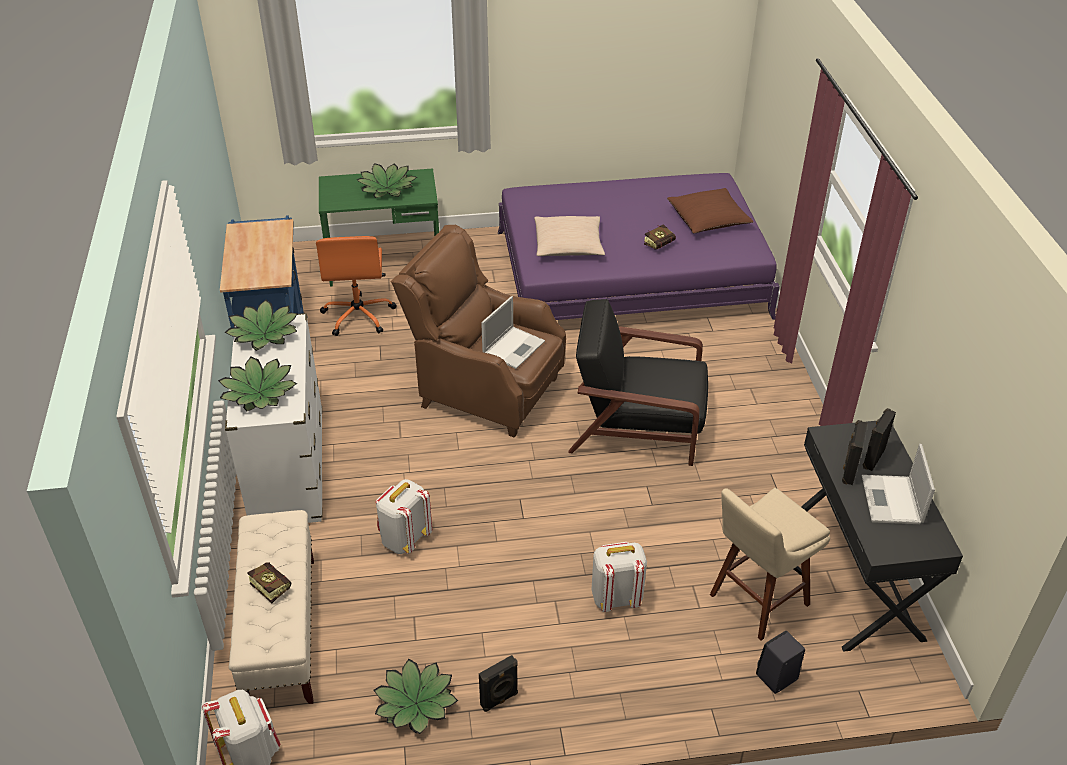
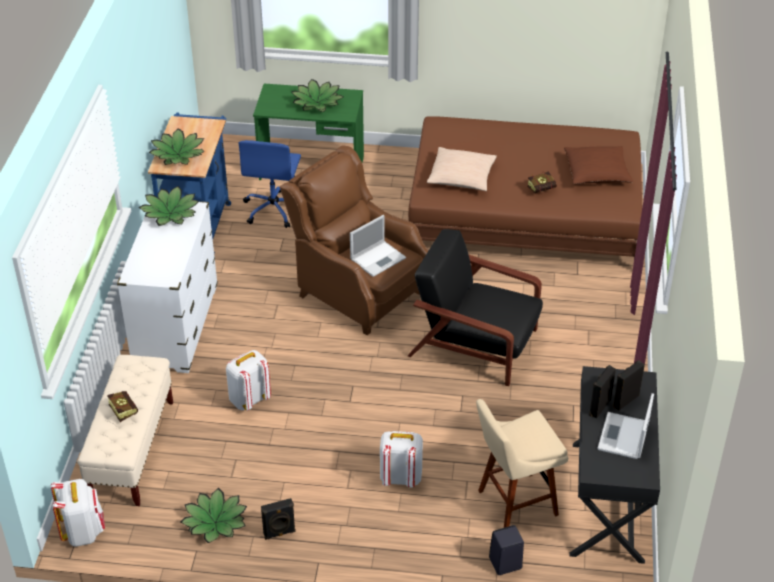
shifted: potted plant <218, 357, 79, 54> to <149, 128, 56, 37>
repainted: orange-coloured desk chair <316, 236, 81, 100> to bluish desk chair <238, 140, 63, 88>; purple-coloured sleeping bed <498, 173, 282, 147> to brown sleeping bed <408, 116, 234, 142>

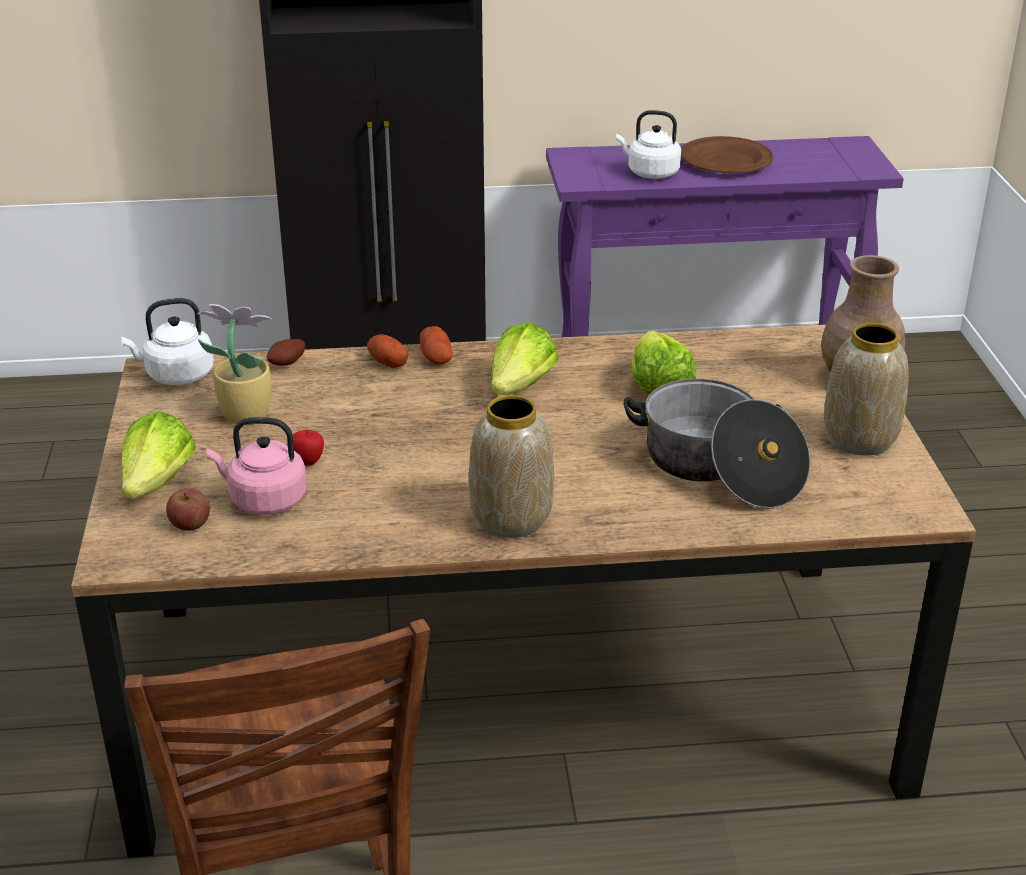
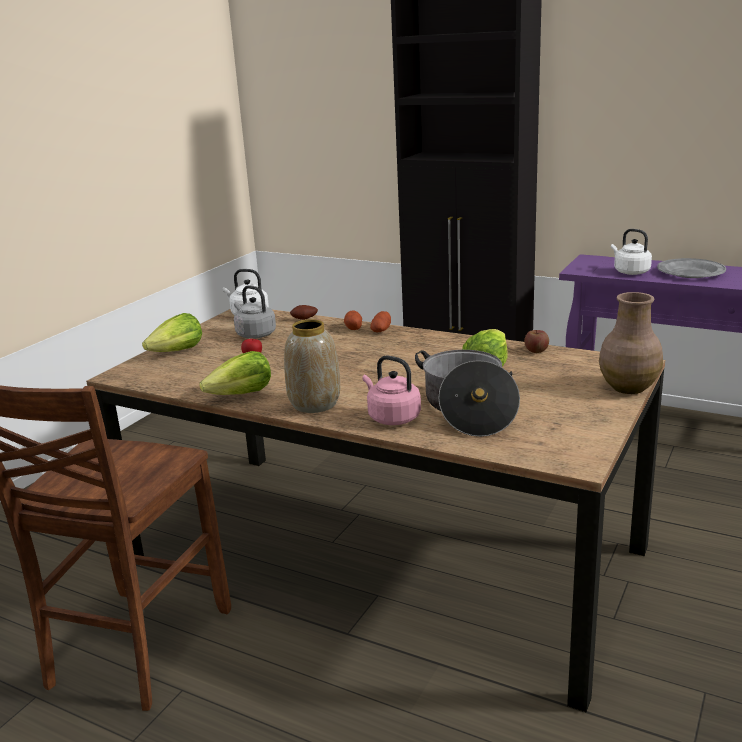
gone: vase <824, 323, 85, 133>
shifted: apple fruit <166, 488, 44, 43> to <524, 330, 25, 23>; pinkish tea kettle <206, 417, 101, 98> to <363, 355, 58, 70>; head of lettuce <491, 322, 68, 73> to <199, 351, 72, 44>
swapped: potted plant <197, 304, 75, 120> to greyish tea kettle <234, 285, 42, 54>
repainted: brown dinner plate <681, 136, 92, 37> to greyish dinner plate <657, 258, 69, 20>

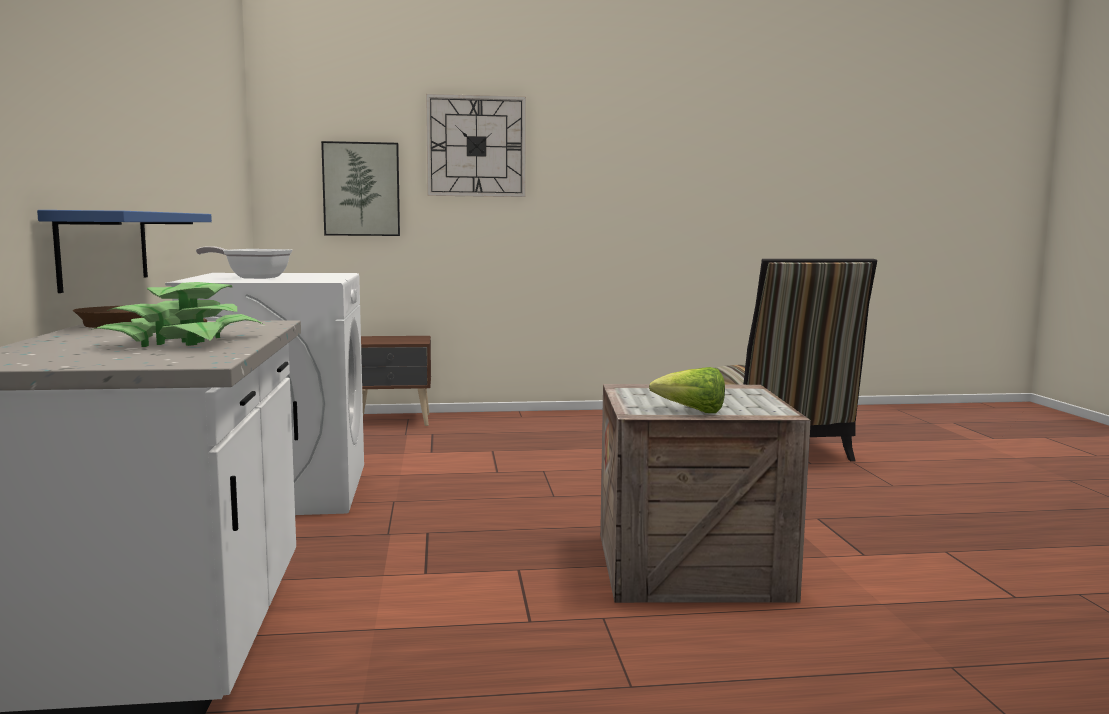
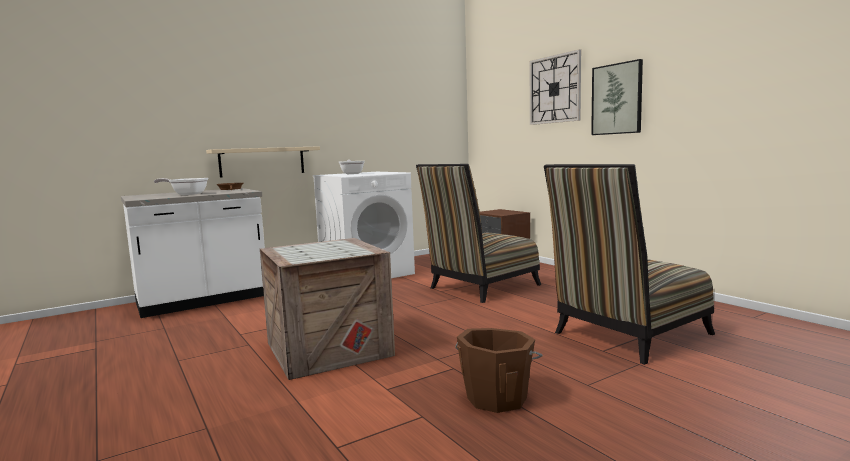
gone: head of lettuce <649, 367, 76, 46>
new: chair <416, 164, 125, 139>; brown pail <455, 328, 88, 85>
shifted: wall art <321, 141, 79, 95> to <591, 59, 52, 76>
swapped: potted plant <91, 282, 173, 65> to pan <154, 178, 54, 17>
repainted: bluish shelf <37, 210, 175, 83> to beige shelf <206, 146, 114, 31>

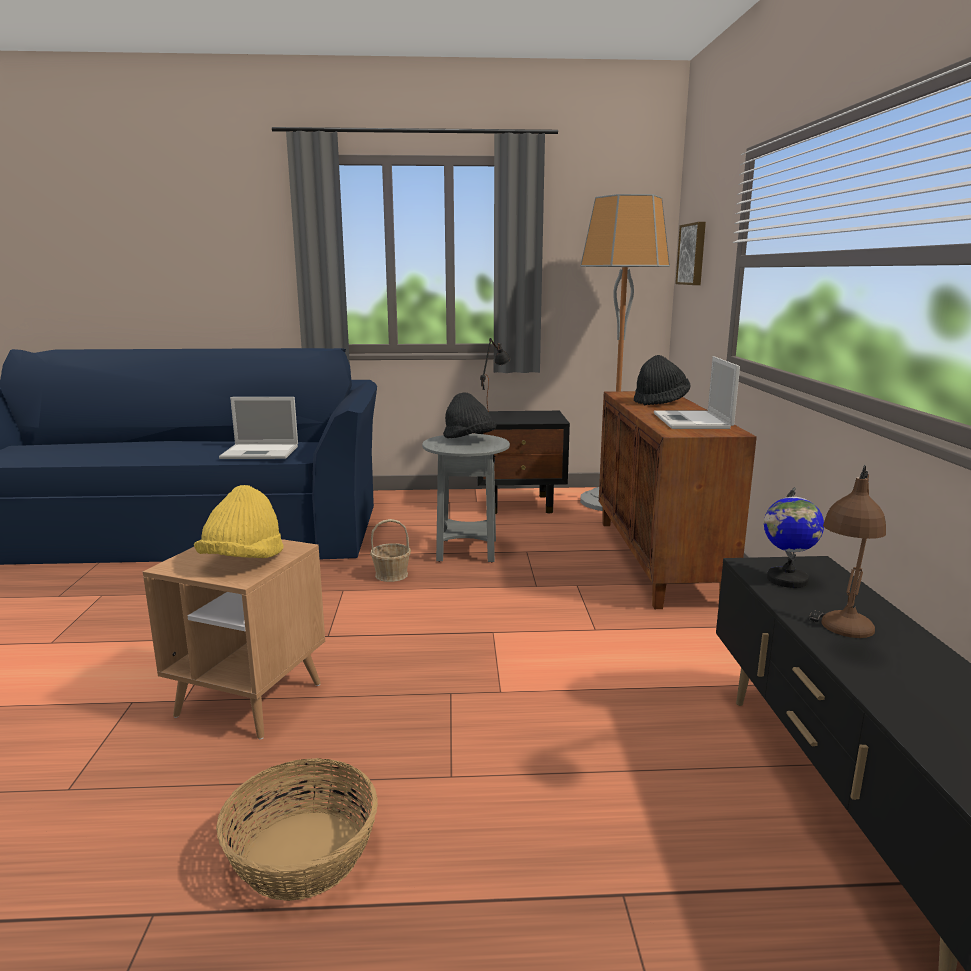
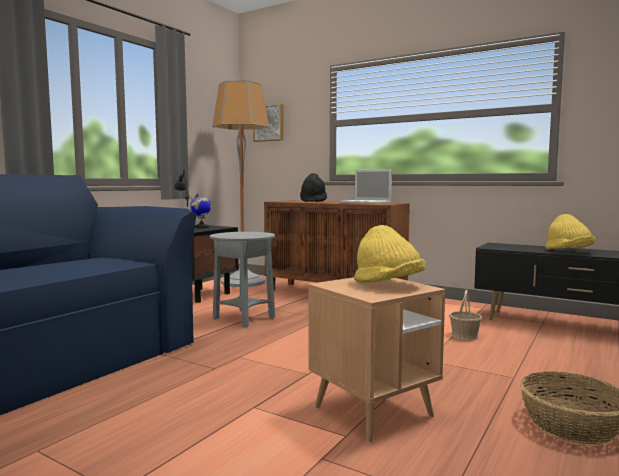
gone: laptop <219, 397, 79, 62>; black wearable hat <443, 392, 54, 46>
shifted: basket <370, 519, 41, 63> to <449, 290, 33, 50>; globe <764, 487, 60, 101> to <190, 193, 21, 35>
swapped: brown lamp for a table <809, 465, 77, 173> to yellow wearable hat <545, 214, 51, 35>

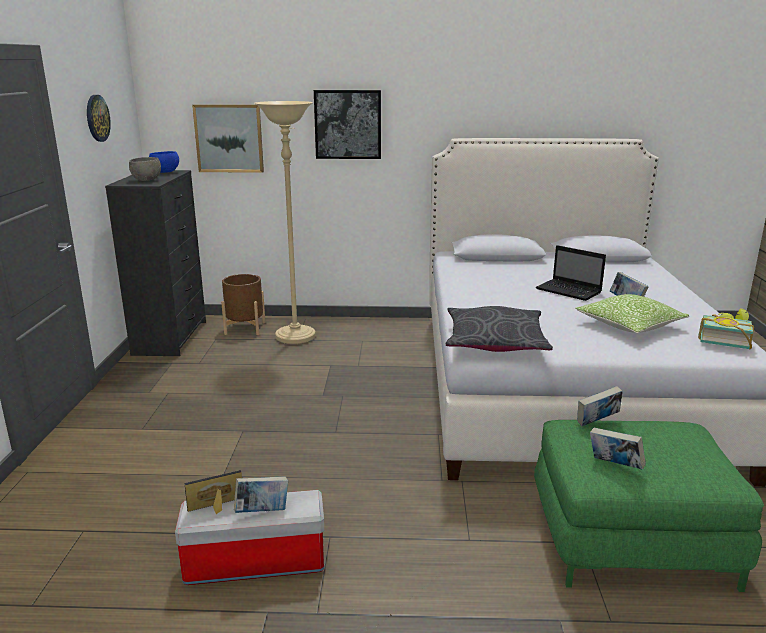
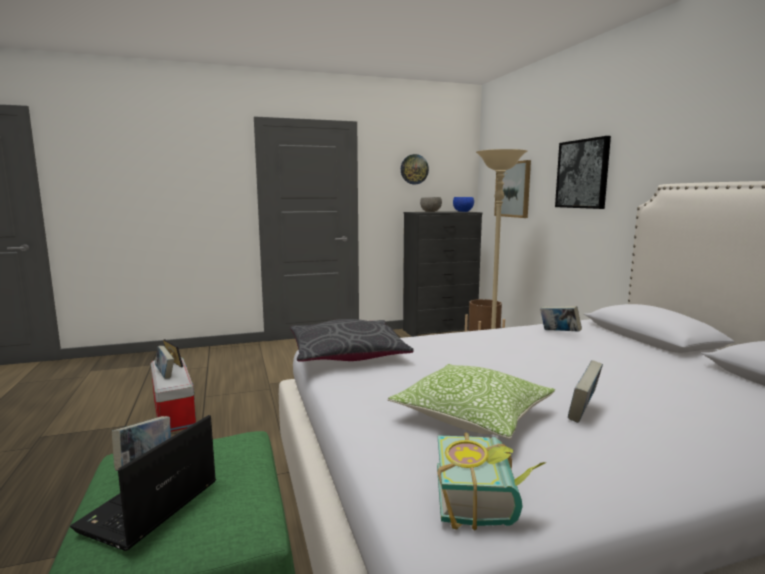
shifted: laptop <536, 245, 70, 56> to <70, 415, 146, 136>; bound book <577, 386, 46, 40> to <540, 306, 42, 26>

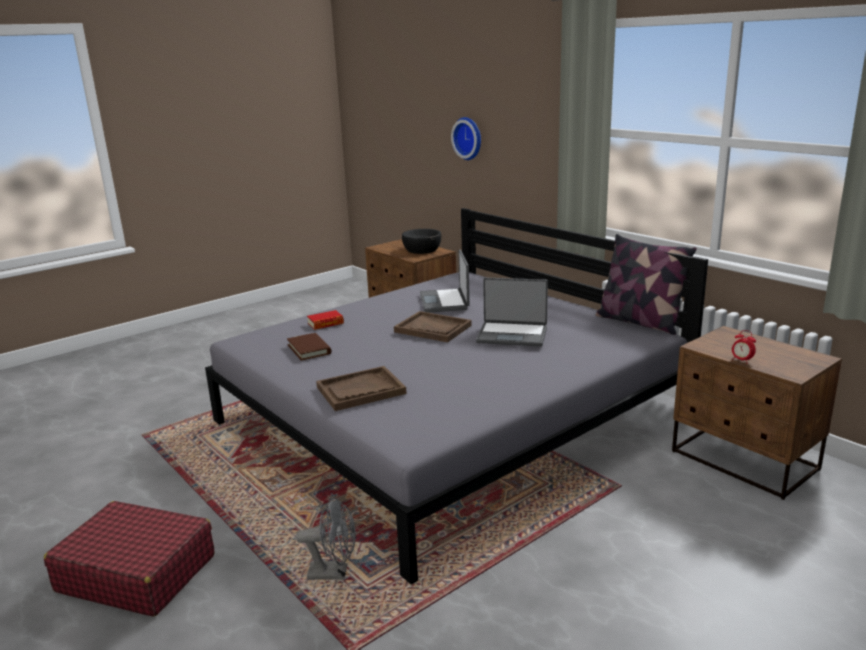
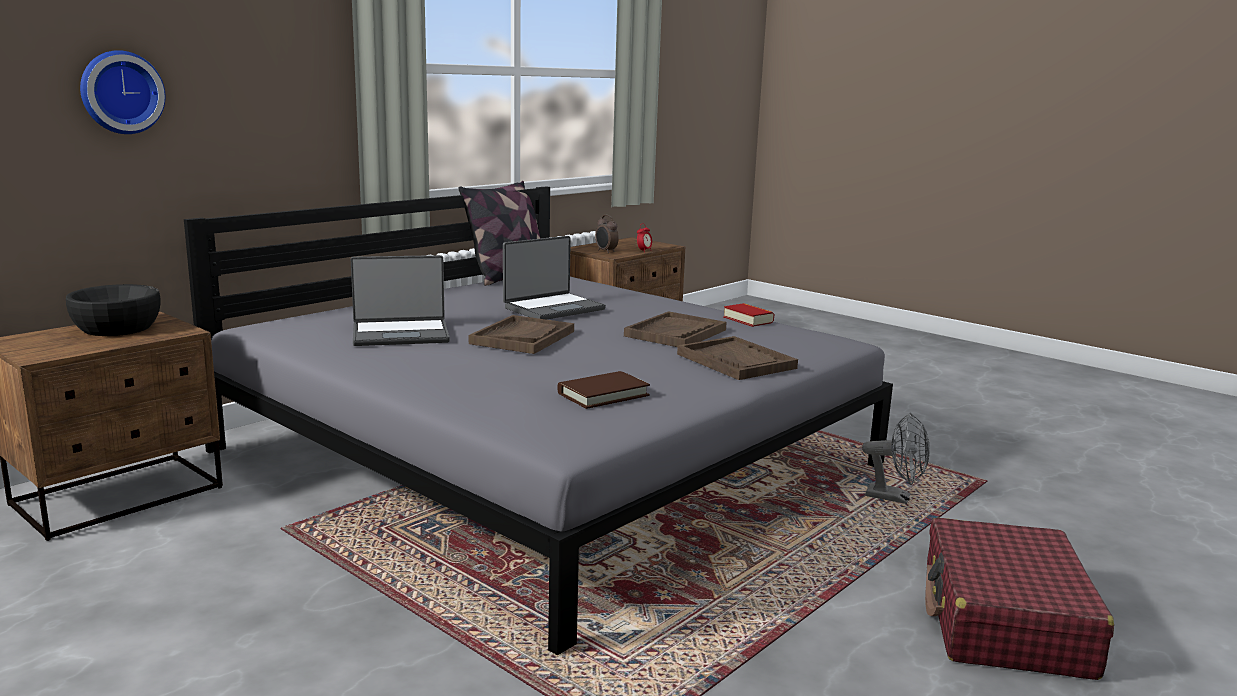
new: alarm clock <595, 215, 24, 38>; brown serving tray <624, 311, 103, 36>
shifted: bound book <307, 310, 37, 20> to <723, 303, 51, 24>
rotated: greyish fan <296, 498, 60, 81> = <862, 413, 68, 91> 120 degrees clockwise; laptop <476, 278, 72, 69> = <503, 236, 103, 84> 45 degrees clockwise

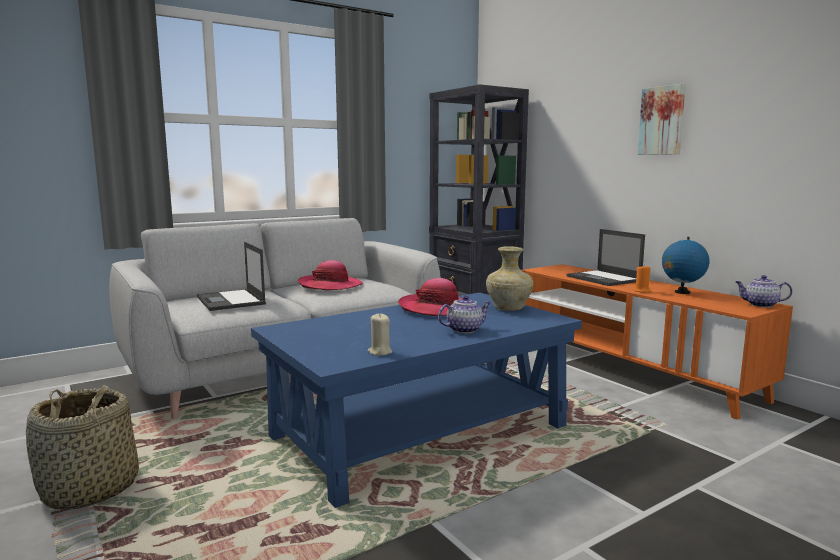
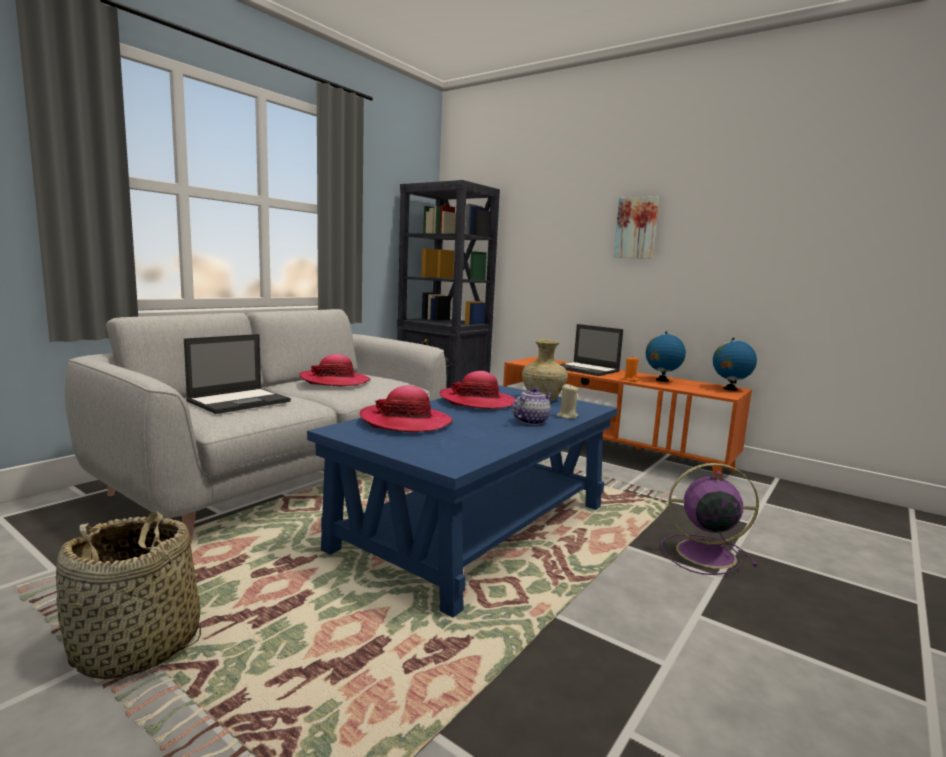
new: wearable hat <359, 385, 94, 48>; purple-coloured fan <662, 463, 97, 112>
shifted: beige wax light <367, 313, 25, 43> to <557, 384, 22, 35>
swapped: tea pot <735, 275, 57, 32> to globe <713, 338, 44, 53>
rotated: laptop <197, 242, 69, 69> = <184, 334, 107, 80> 90 degrees counterclockwise

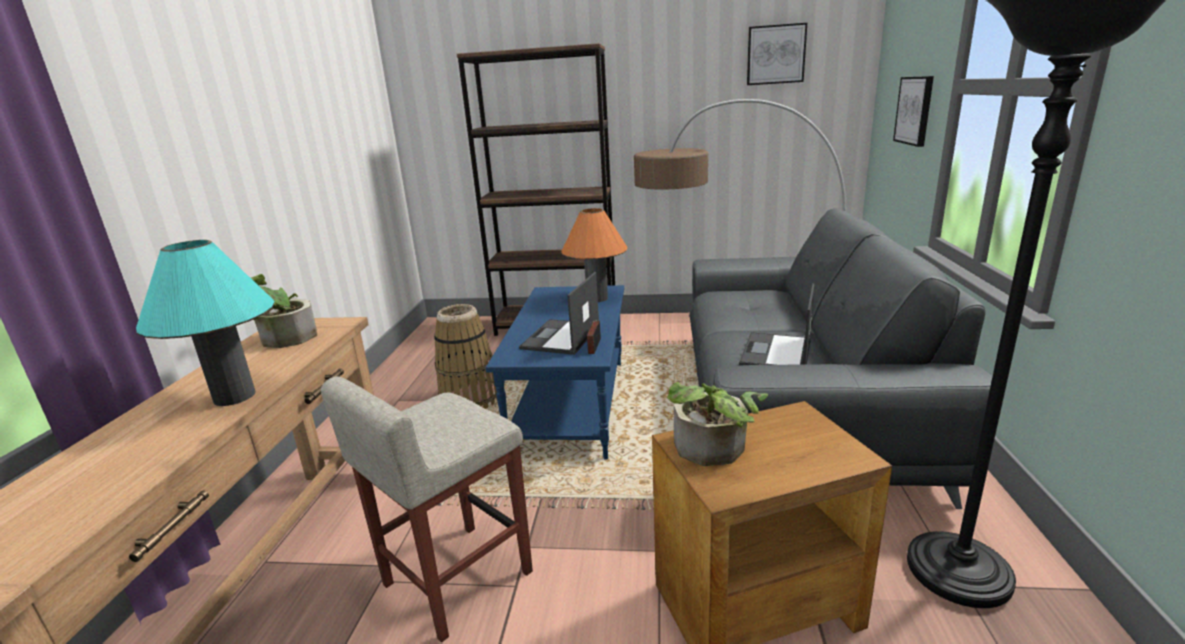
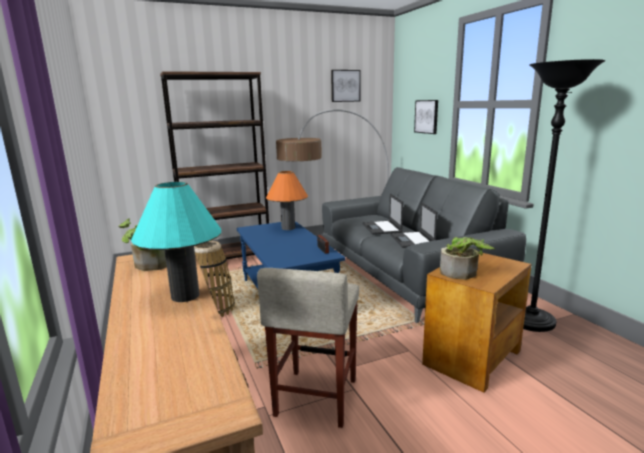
shifted: laptop <519, 272, 80, 83> to <362, 193, 41, 42>

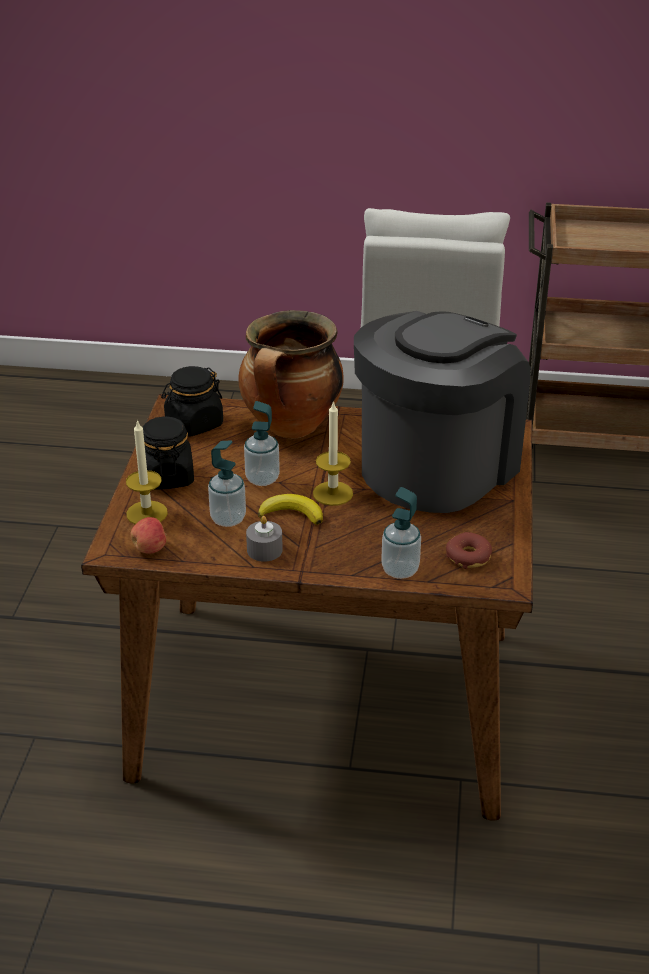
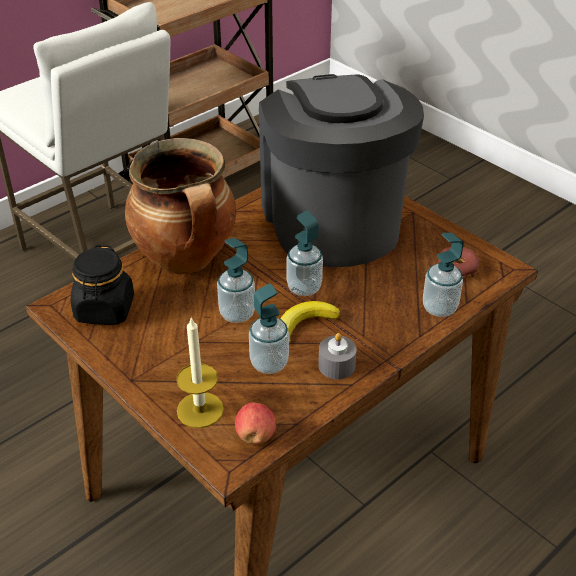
gone: black storage jar <143, 416, 51, 74>
swapped: wax light <313, 401, 40, 105> to soap dispenser <287, 211, 36, 85>

